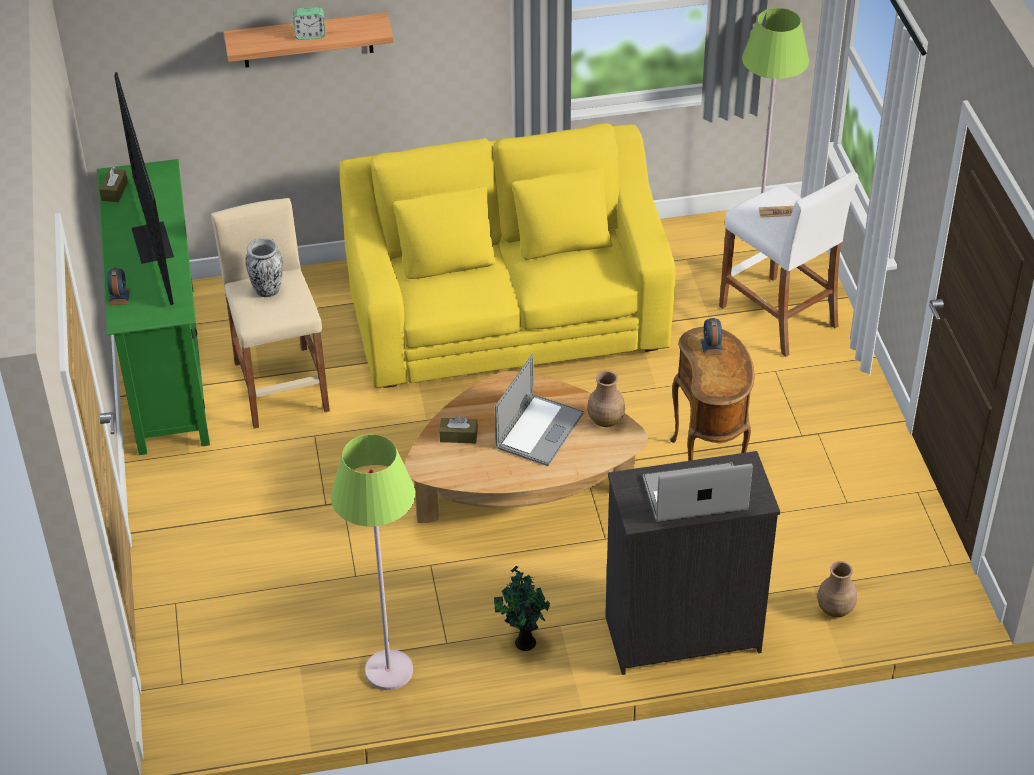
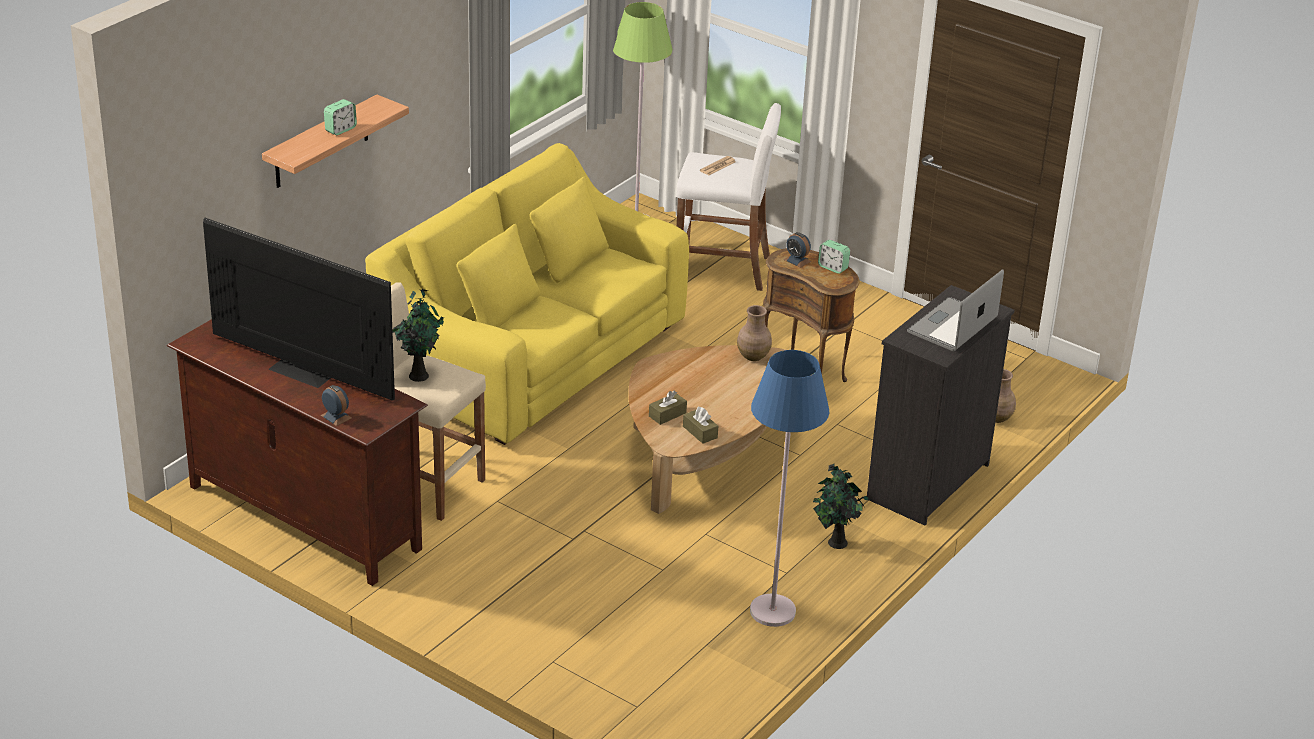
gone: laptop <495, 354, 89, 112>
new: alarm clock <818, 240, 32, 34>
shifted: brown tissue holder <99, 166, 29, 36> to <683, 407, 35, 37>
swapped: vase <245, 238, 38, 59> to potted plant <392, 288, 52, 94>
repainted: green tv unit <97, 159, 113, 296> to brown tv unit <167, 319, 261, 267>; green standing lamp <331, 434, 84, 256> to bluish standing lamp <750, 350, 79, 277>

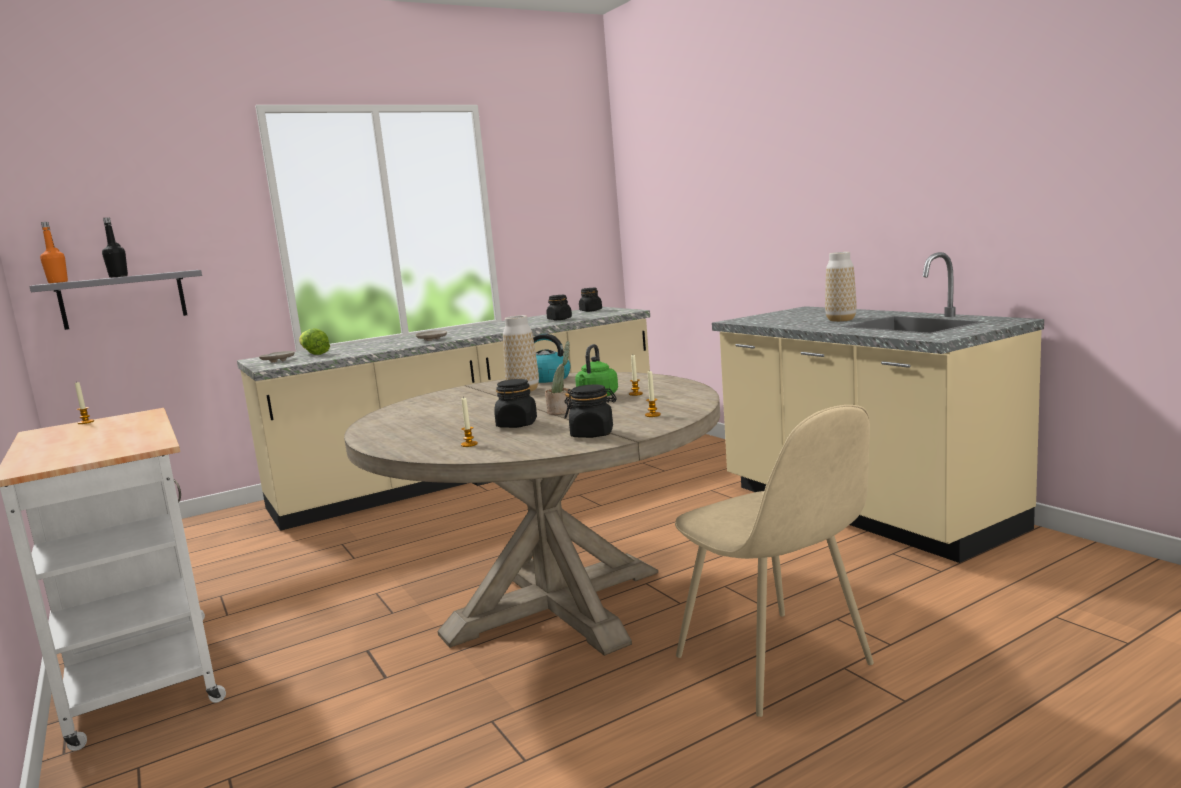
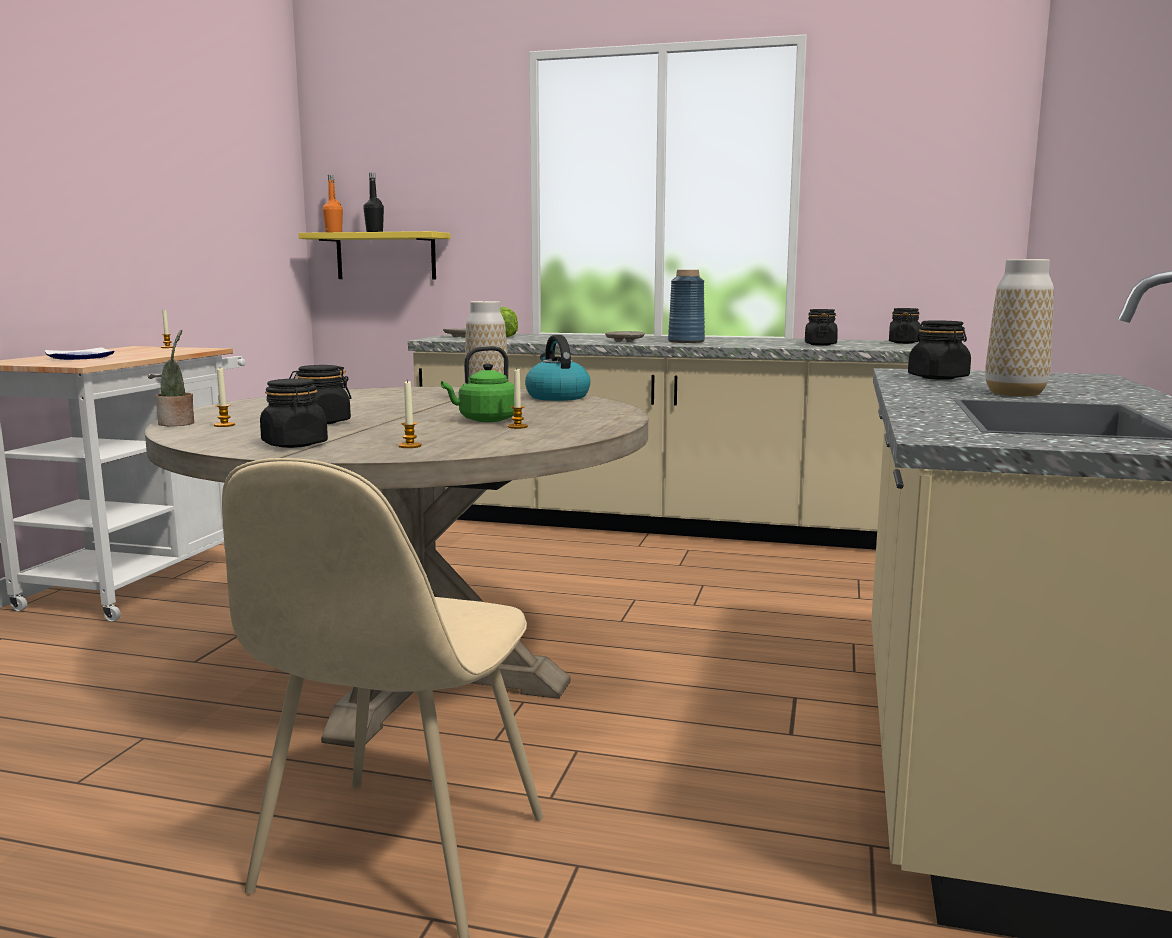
new: dinner plate <45, 347, 70, 13>; bluish vase <668, 270, 37, 73>; black storage jar <908, 321, 63, 59>
shifted: potted plant <545, 341, 26, 74> to <155, 330, 39, 96>
repainted: greyish shelf <29, 270, 173, 60> to yellow shelf <299, 231, 152, 48>

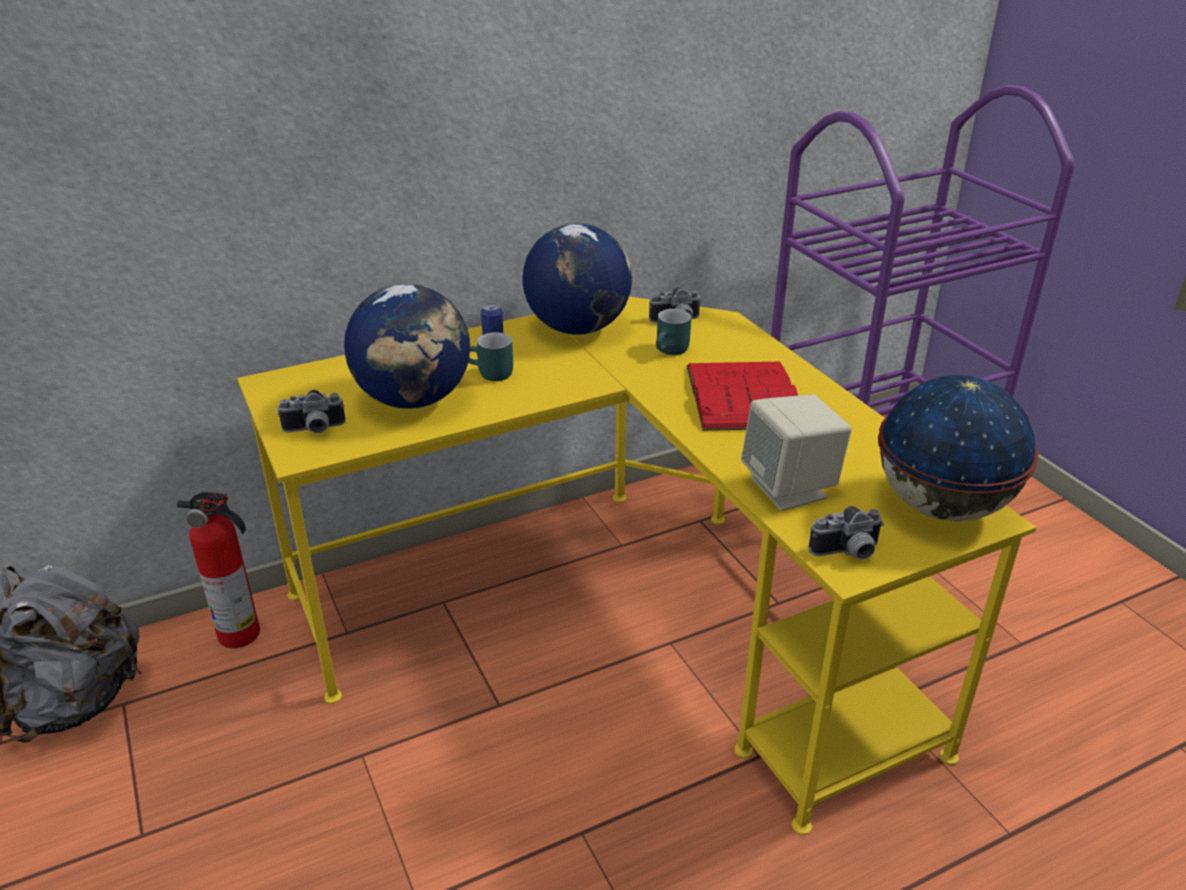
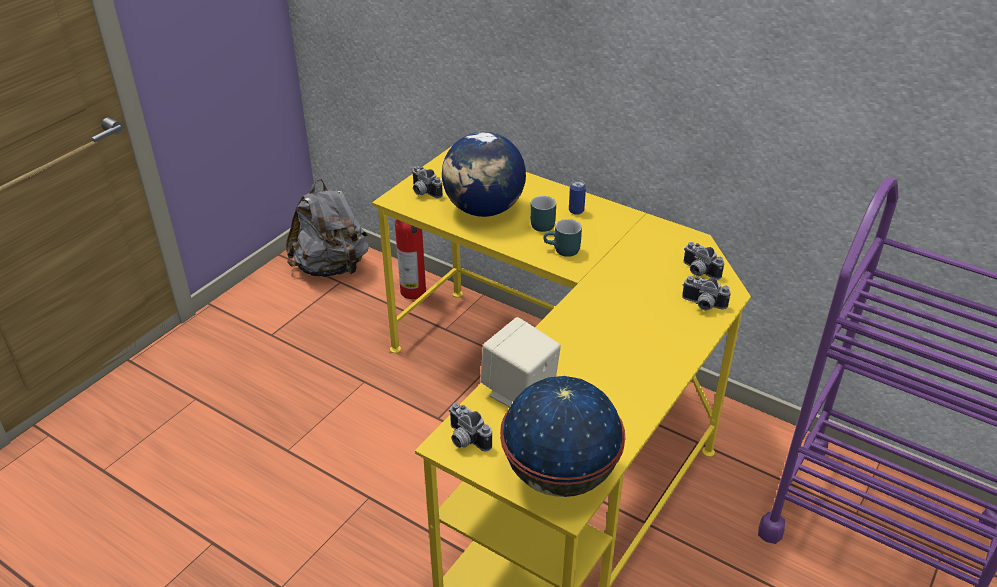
gone: globe <522, 224, 110, 111>; red-coloured bound book <687, 362, 111, 69>
new: photo camera <682, 276, 49, 35>
shifted: turquoise tea mug <656, 309, 35, 46> to <543, 219, 39, 38>

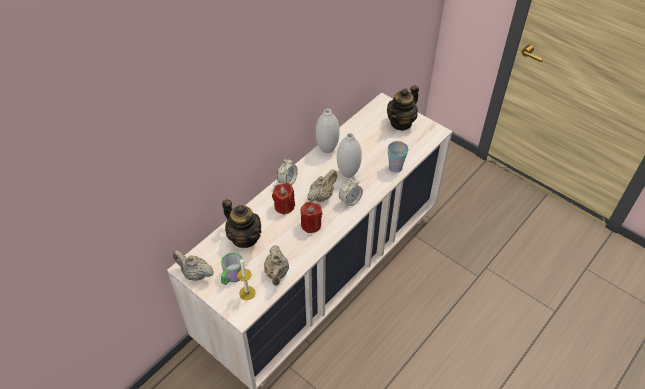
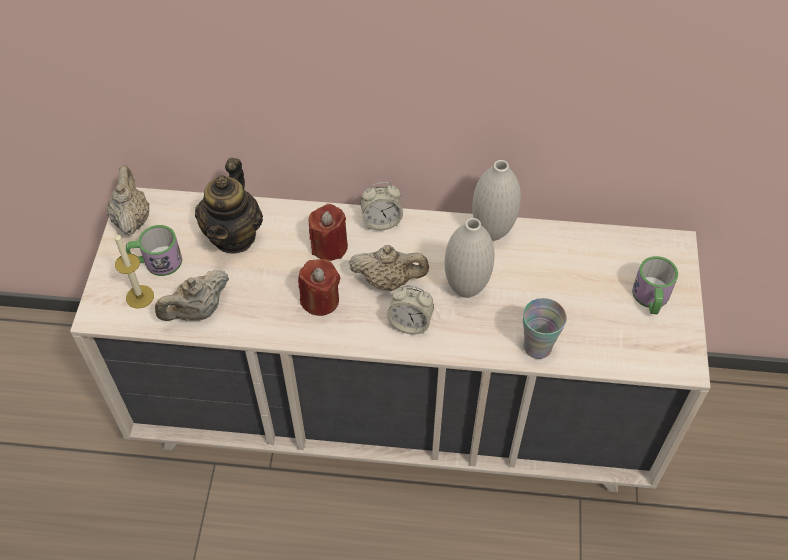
swapped: tea pot <387, 85, 32, 46> to tea mug <632, 256, 46, 58>

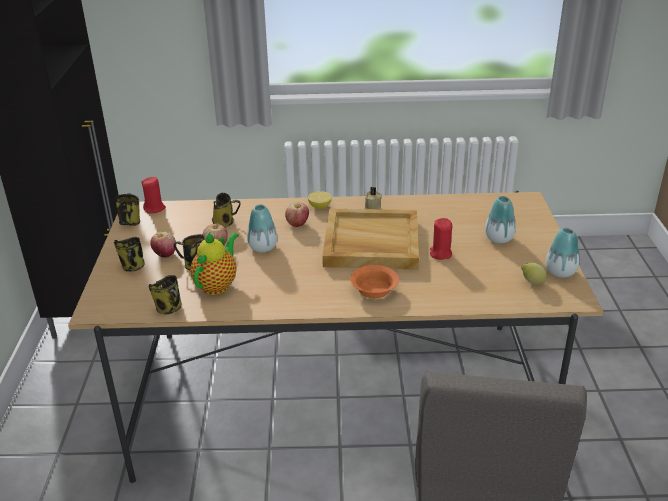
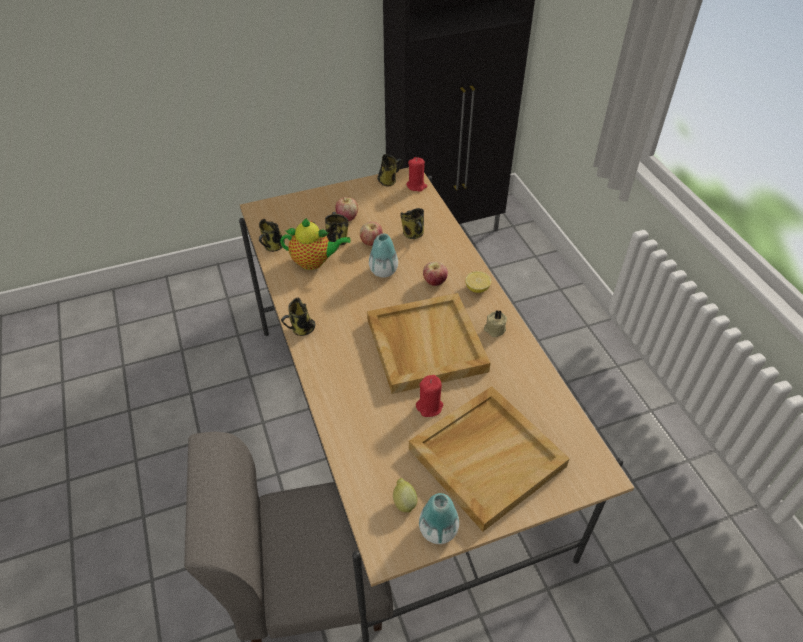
gone: orange-coloured bowl <350, 265, 49, 33>
shifted: tea mug <114, 237, 31, 35> to <281, 298, 34, 38>
swapped: vase <485, 196, 31, 47> to beige serving tray <409, 386, 160, 145>

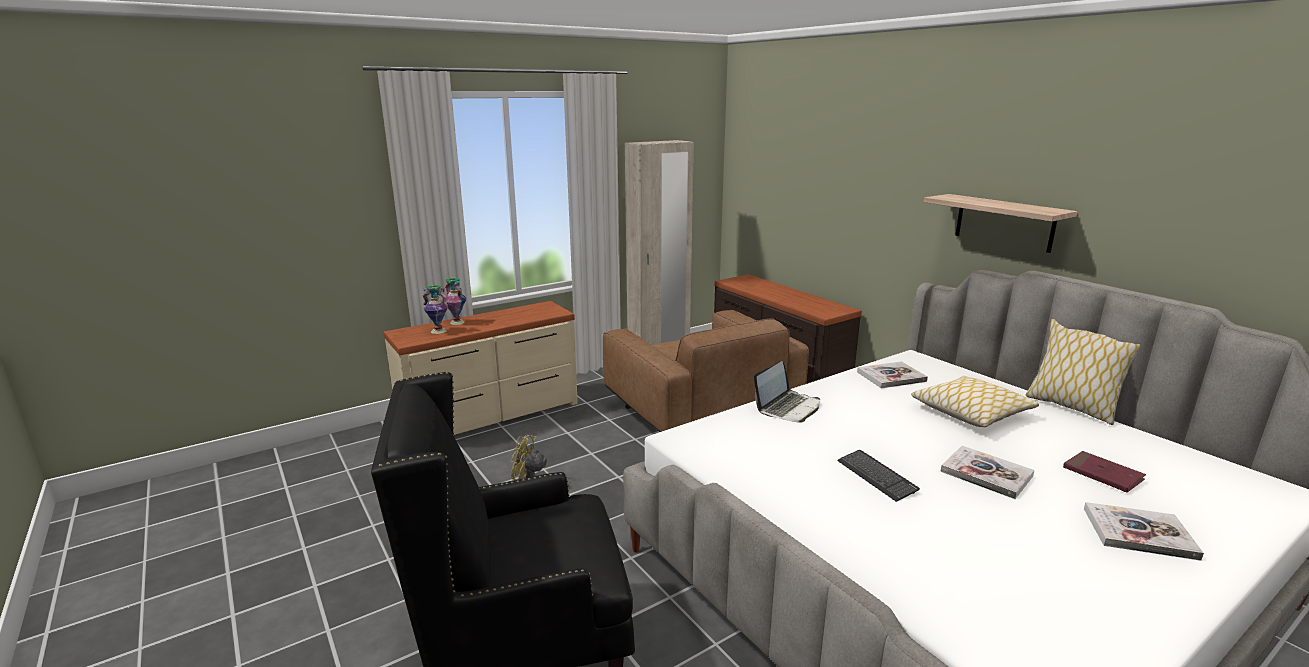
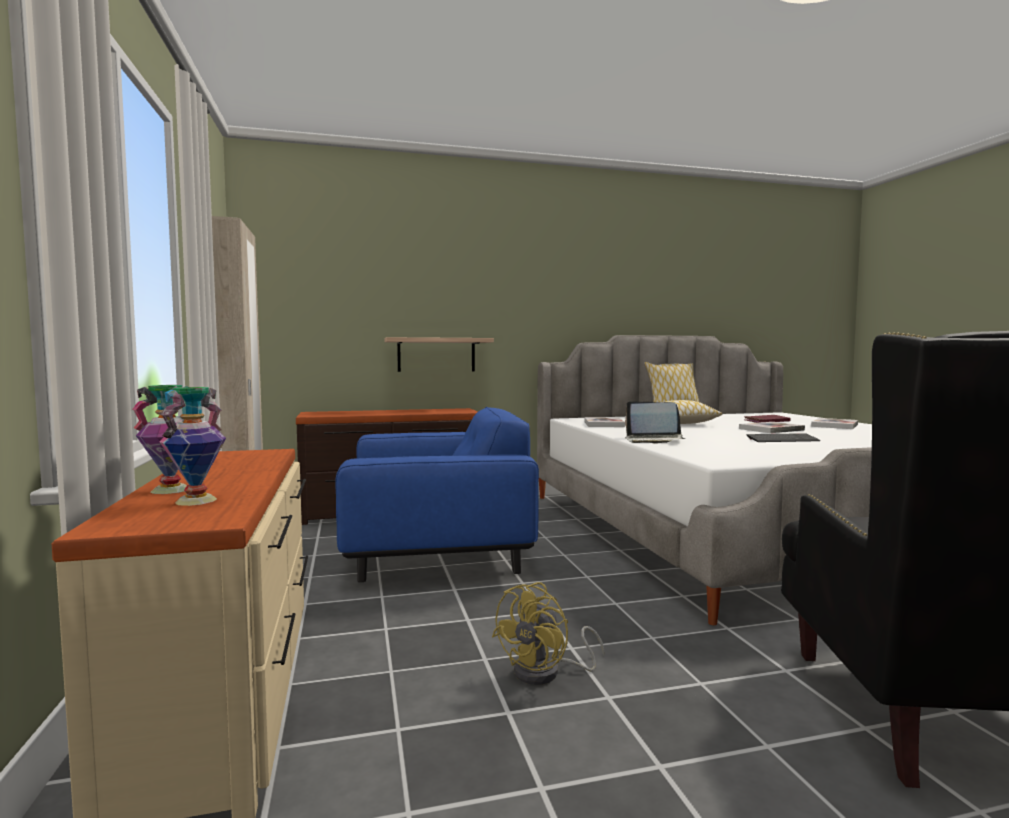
shifted: shelf <924, 194, 153, 59> to <385, 337, 109, 35>
repainted: brown lounge chair <603, 310, 206, 122> to bluish lounge chair <335, 407, 204, 175>
rotated: laptop <754, 361, 66, 62> = <625, 401, 61, 43> 135 degrees clockwise

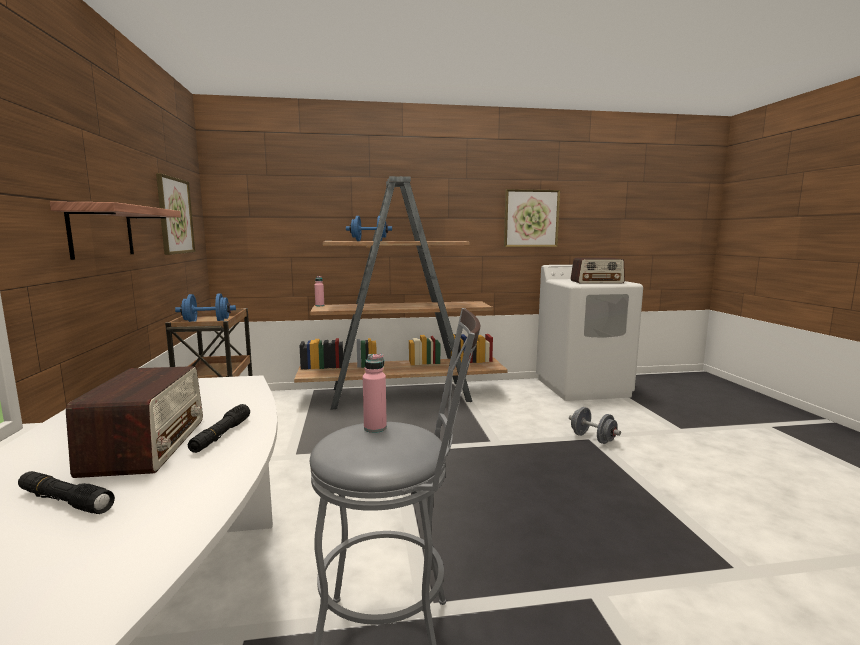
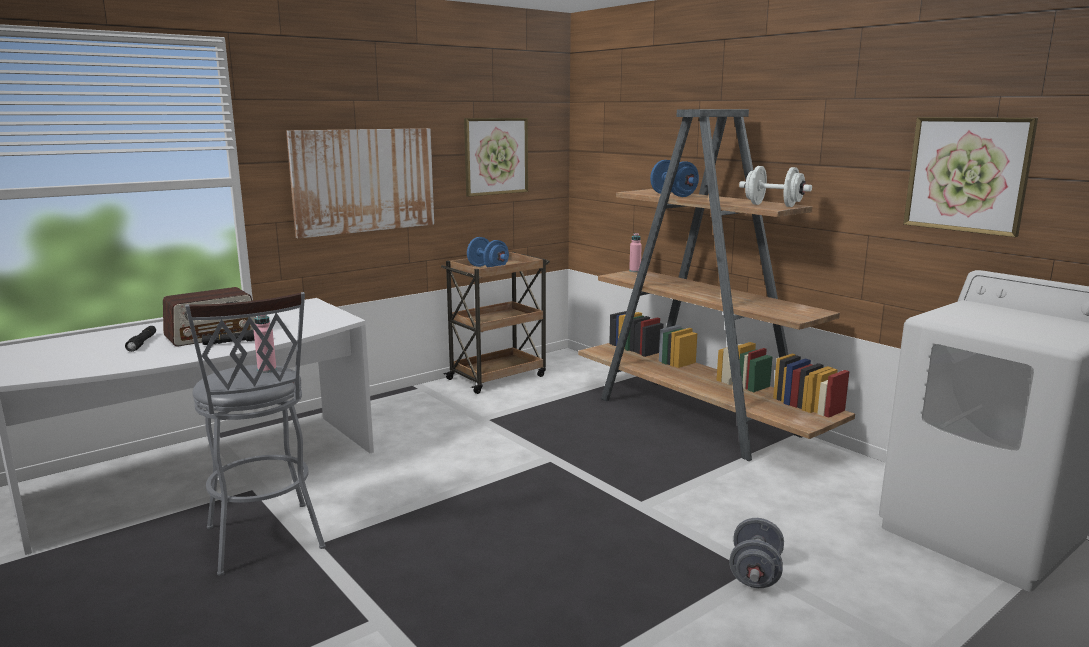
gone: radio <571, 258, 54, 26>
new: whitish dumbbell <739, 166, 73, 41>
swapped: shelf <50, 201, 131, 59> to wall art <286, 128, 148, 110>

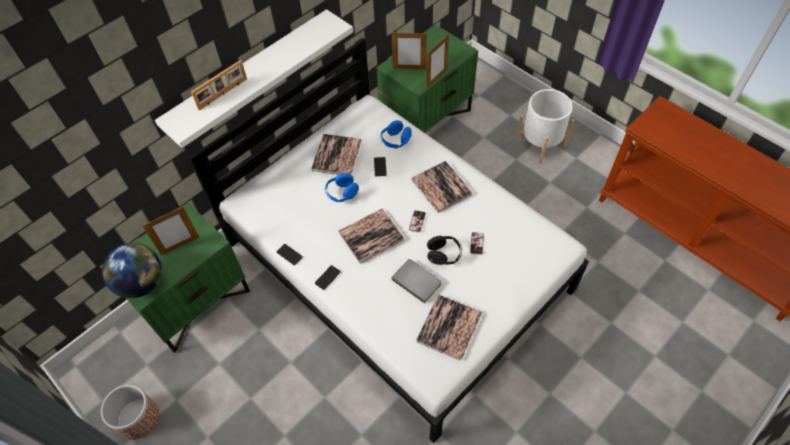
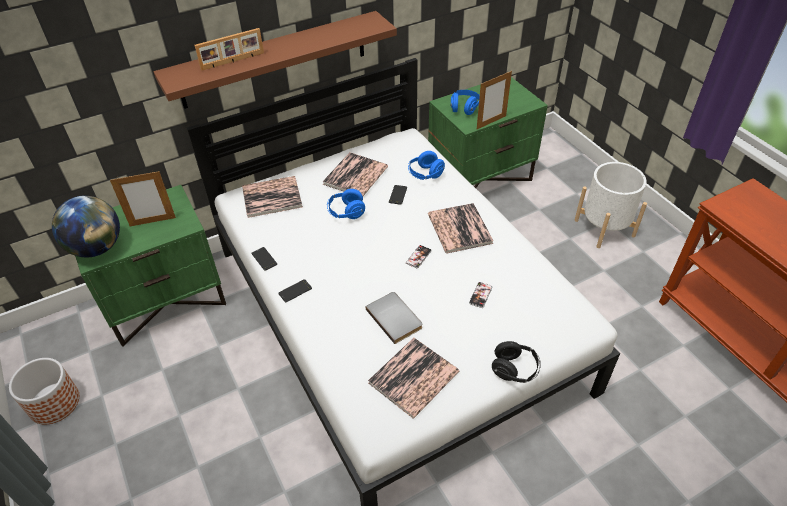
shifted: bound book <339, 209, 65, 55> to <242, 176, 61, 42>; black headphones <427, 236, 35, 29> to <492, 341, 49, 42>
swapped: standing frame <391, 32, 36, 37> to bluish headphones <451, 90, 29, 25>
repainted: whitish shelf <155, 9, 198, 139> to brown shelf <153, 11, 244, 98>

